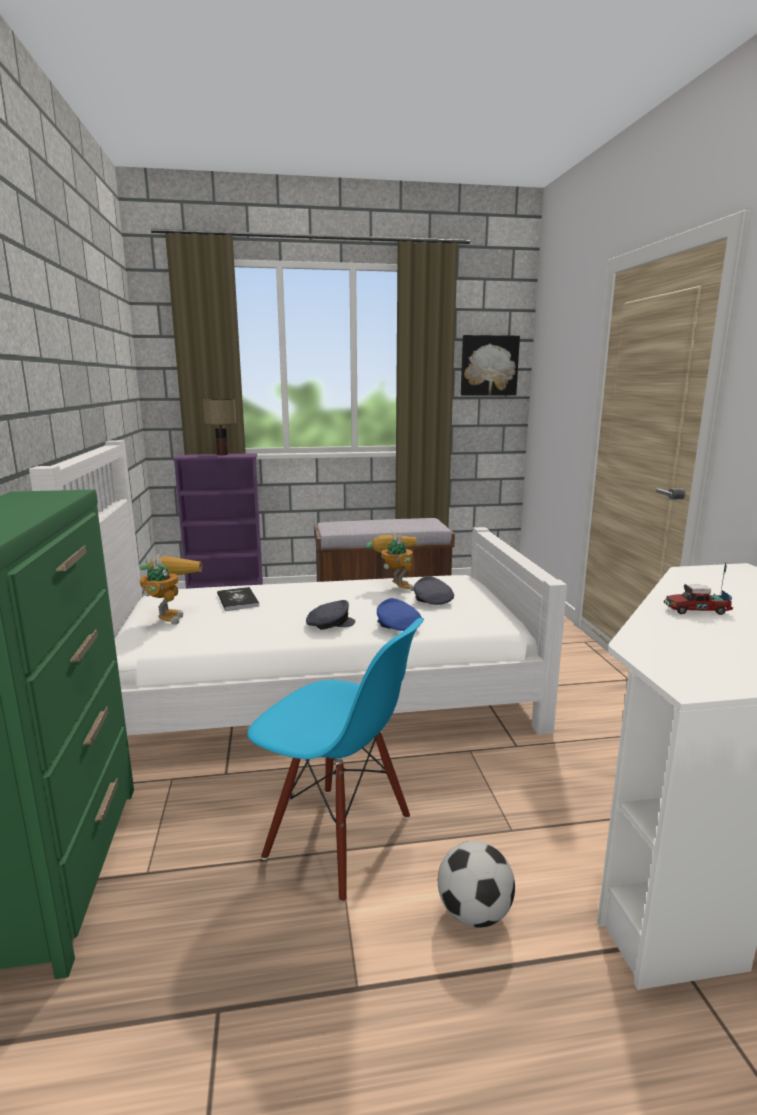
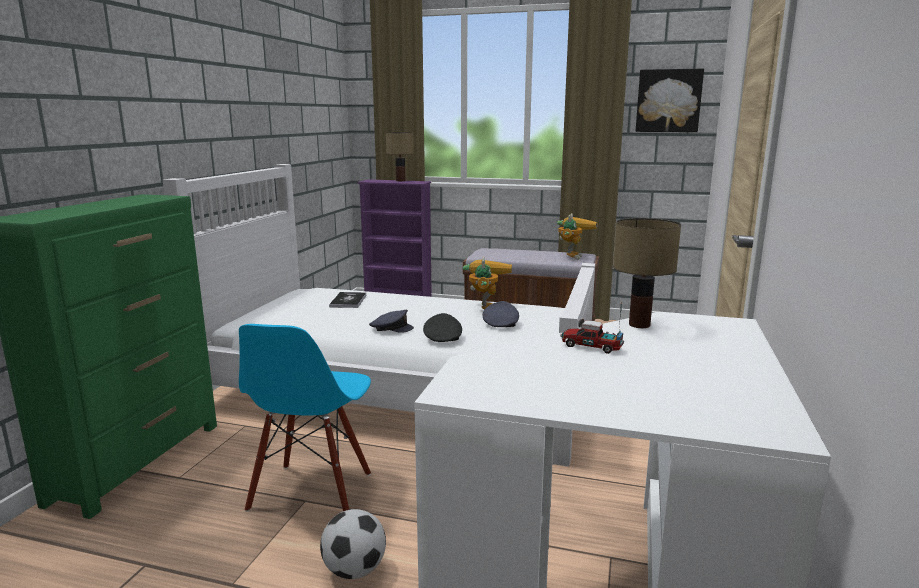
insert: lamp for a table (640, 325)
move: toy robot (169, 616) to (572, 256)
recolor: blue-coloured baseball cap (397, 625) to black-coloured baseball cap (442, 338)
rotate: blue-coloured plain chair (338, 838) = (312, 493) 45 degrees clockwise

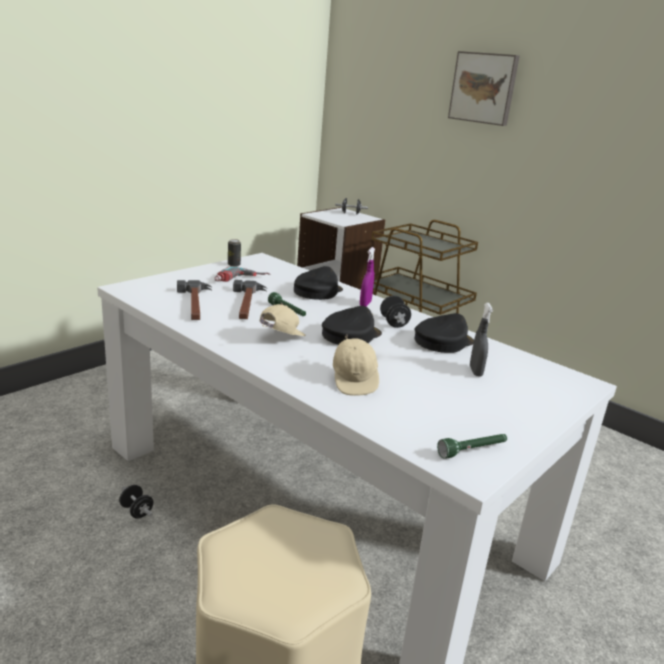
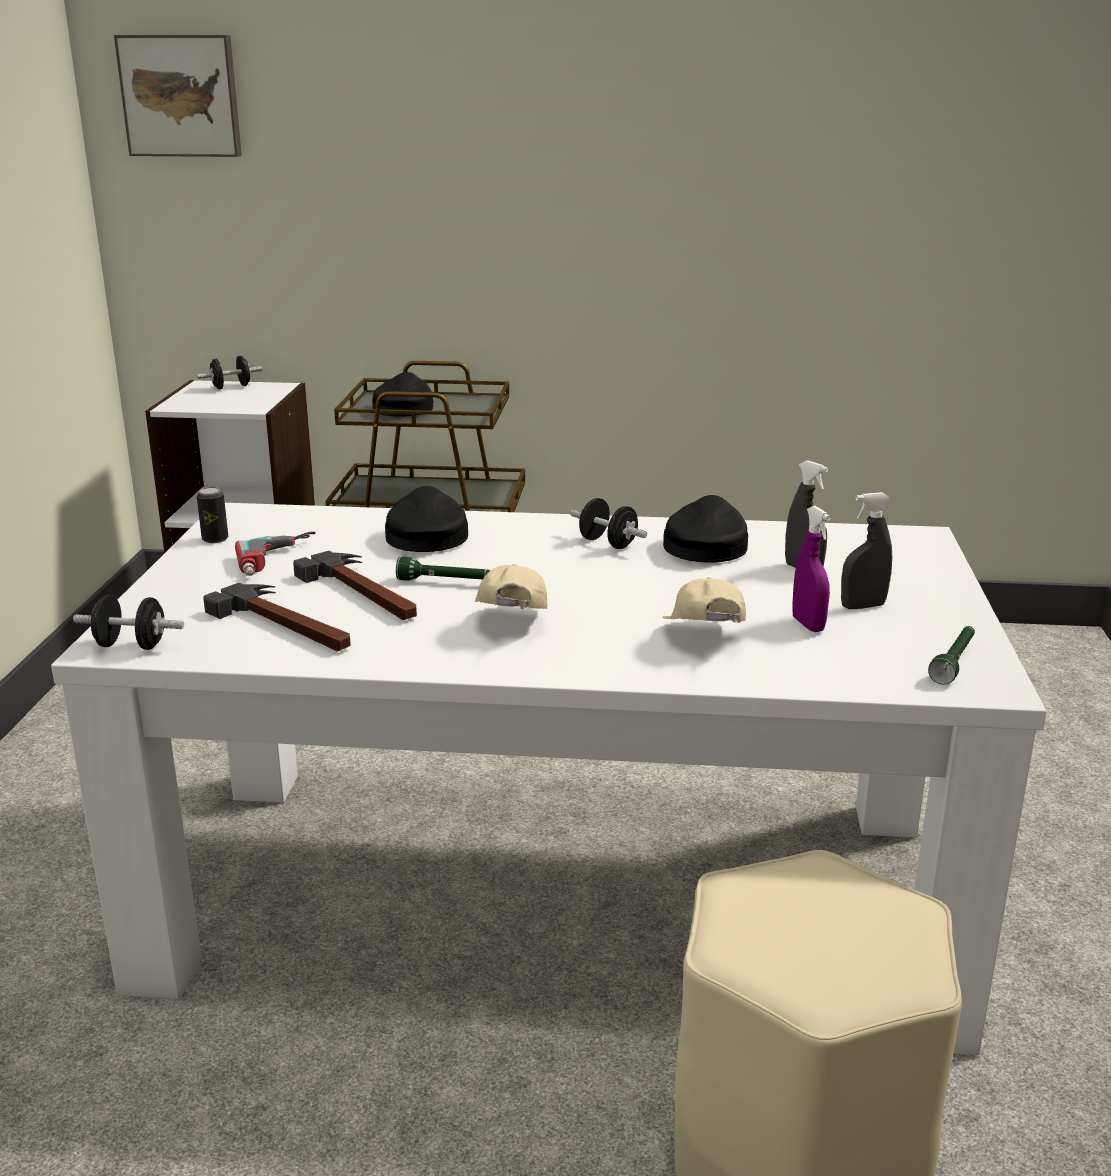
insert: grey sprayer (863, 606)
move: black-coloured free weight (136, 511) to (131, 645); black-coloured baseball cap (350, 335) to (403, 408); purplish sprayer (365, 304) to (808, 625); picture (484, 88) to (181, 96)
rotate: beige baseball cap (354, 380) = (704, 640) 150 degrees counterclockwise

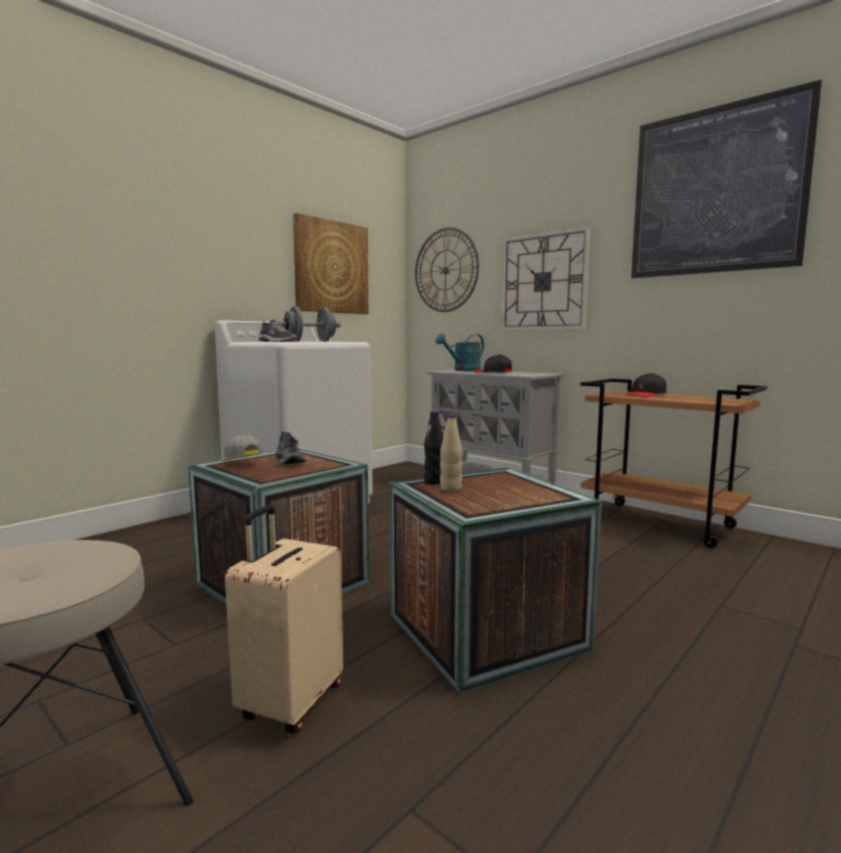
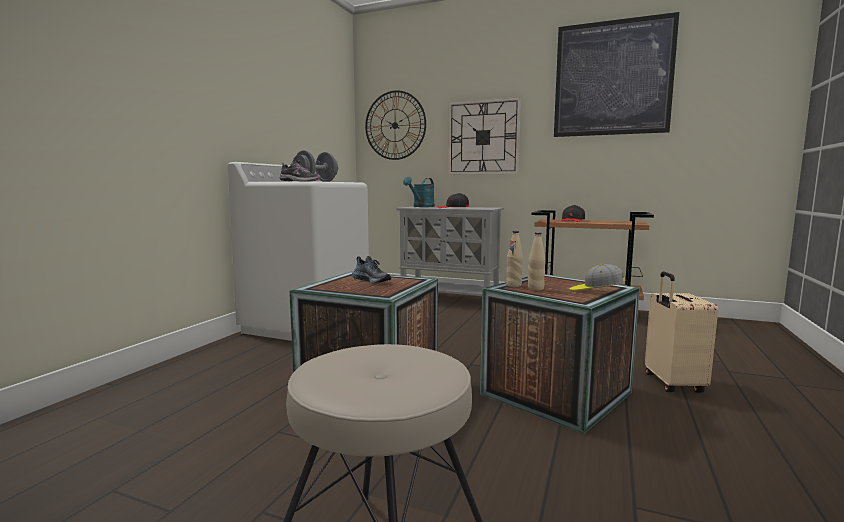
delete: picture (331, 267)
move: baseball cap (240, 464) to (596, 291); beige travel case (290, 702) to (672, 384)
recolor: black-coloured beverage bottle (434, 482) to beige beverage bottle (513, 285)

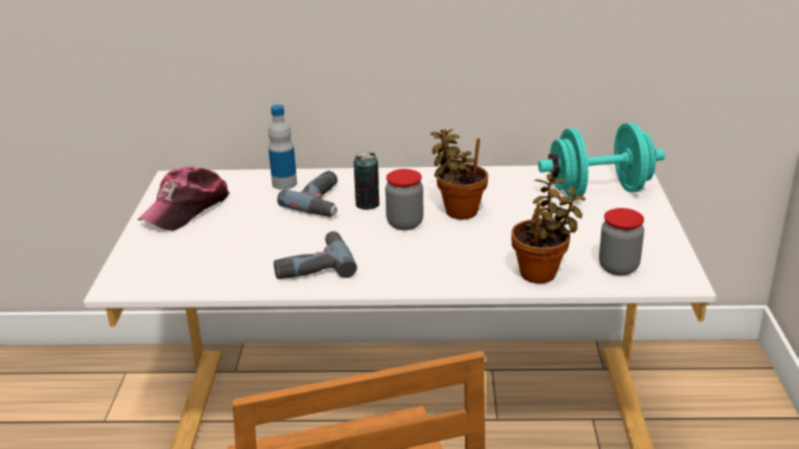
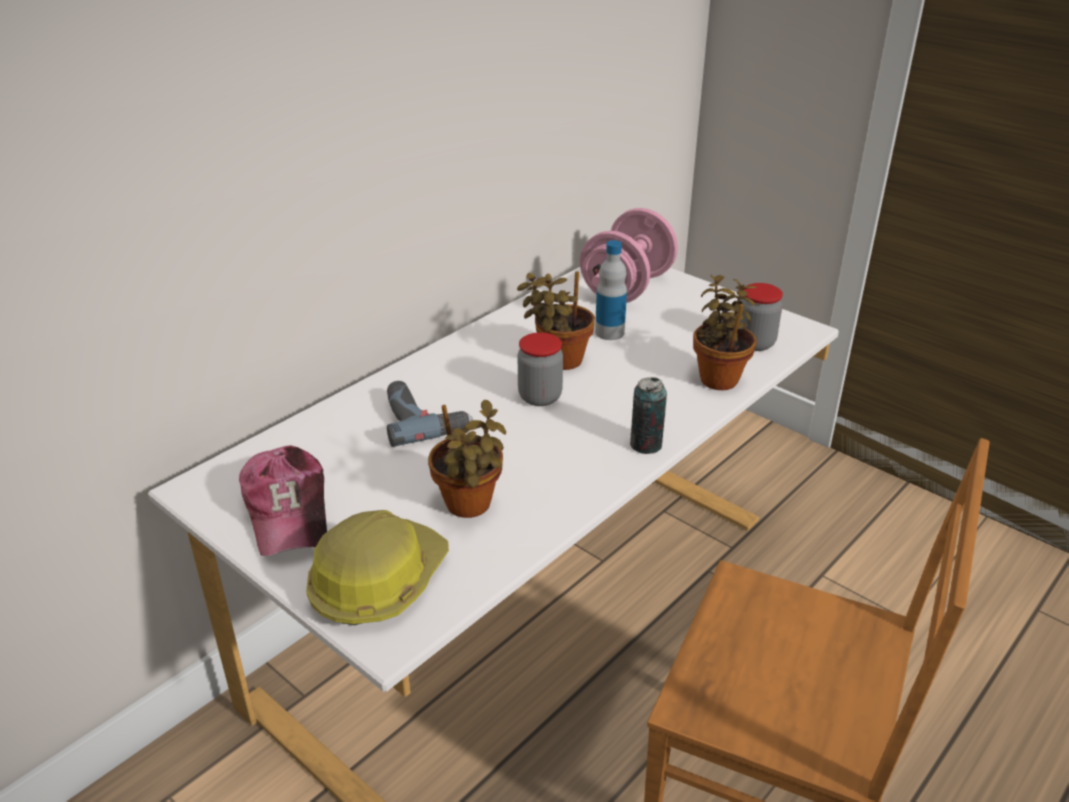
delete: drill (312, 265)
insert: hard hat (378, 582); houseplant (469, 507)
move: beverage bottle (284, 183) to (609, 332); sealed can (367, 204) to (646, 445)
recolor: turquoise-coloured free weight (598, 191) to pink-coloured free weight (627, 288)

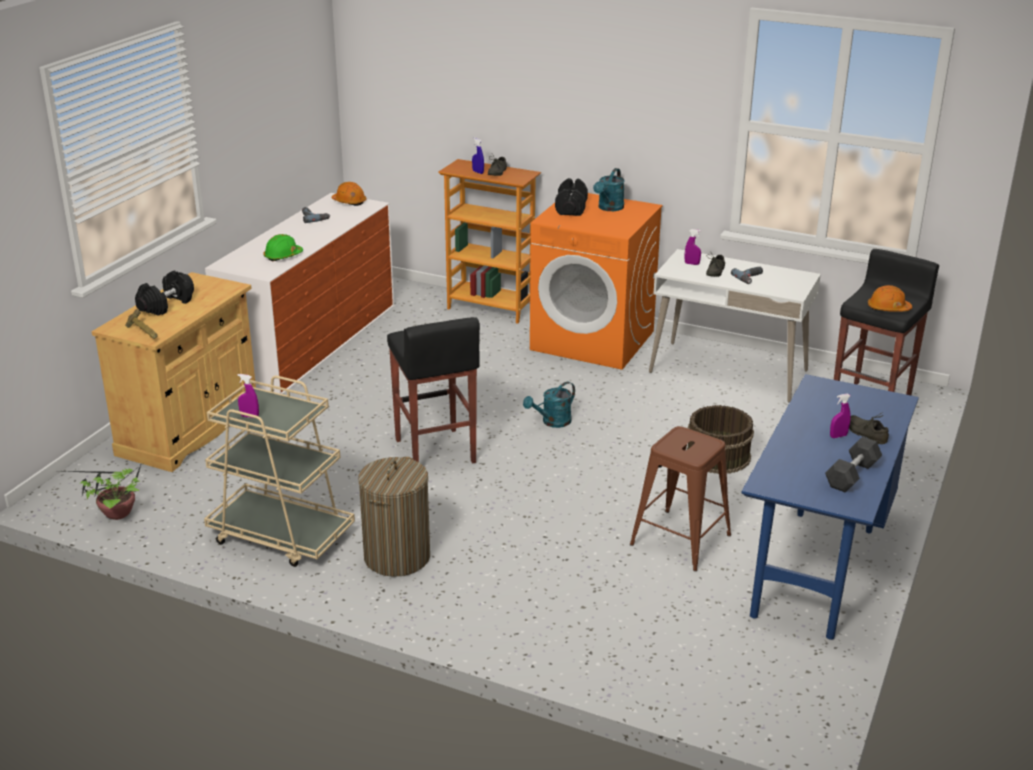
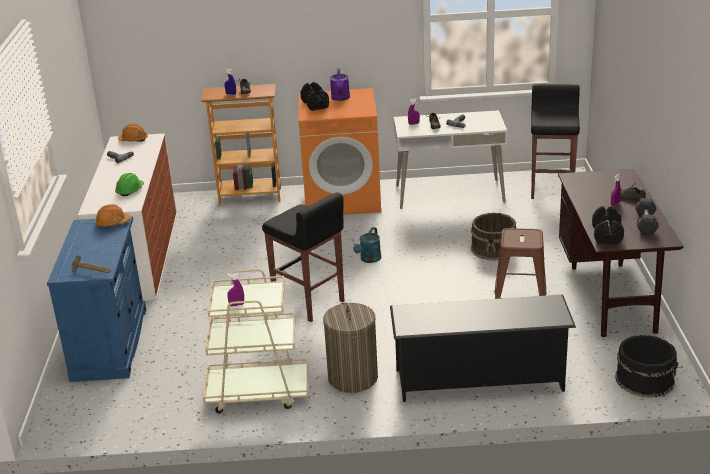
delete: houseplant (116, 514)
insert: black-coloured shoe stand (479, 380); black-coloured pail (645, 379)
move: black-coloured free weight (166, 305) to (607, 235); orange-coloured hard hat (888, 309) to (112, 223)
recolor: beige cupboard (190, 428) to blue-coloured cupboard (110, 344); turquoise-coloured sprinkling can (609, 208) to purplish sprinkling can (340, 98); blue-coloured desk unit (818, 563) to brownish desk unit (610, 293)

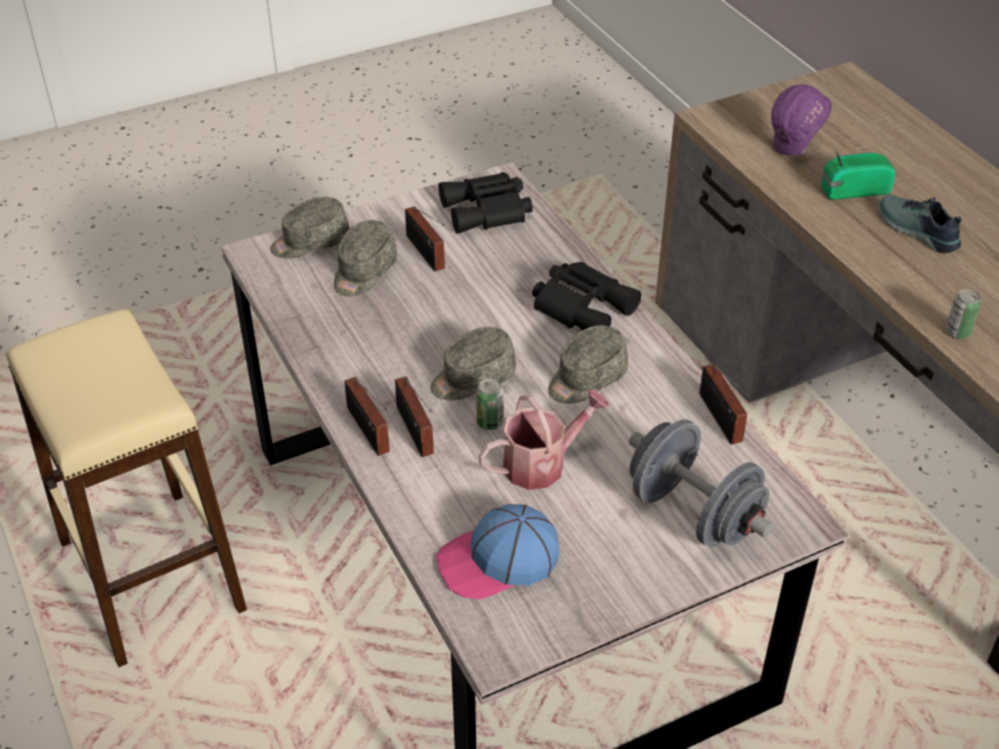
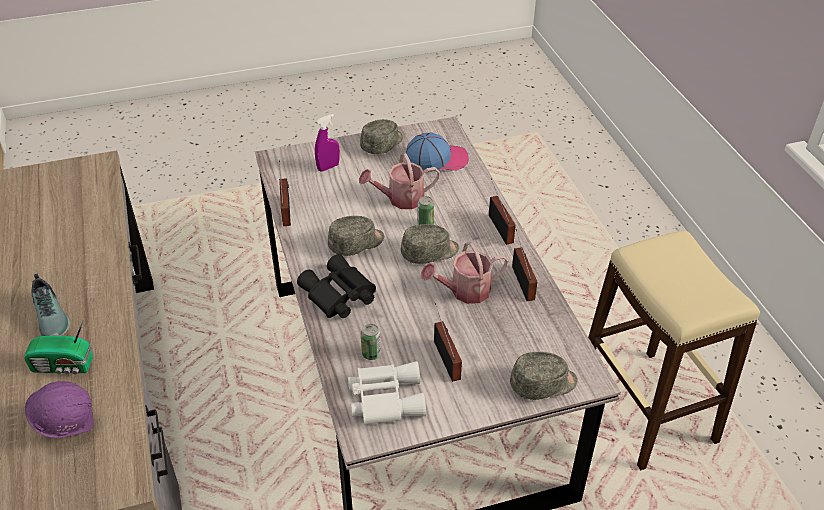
insert: sprinkling can (465, 291)
move: grey baseball cap (363, 272) to (383, 144); radio (415, 433) to (522, 281); sealed can (957, 332) to (371, 354)
replace: grey free weight (693, 513) to purplish sprayer (328, 167)
recolor: black-coloured binoculars (488, 211) to whitish binoculars (385, 397)

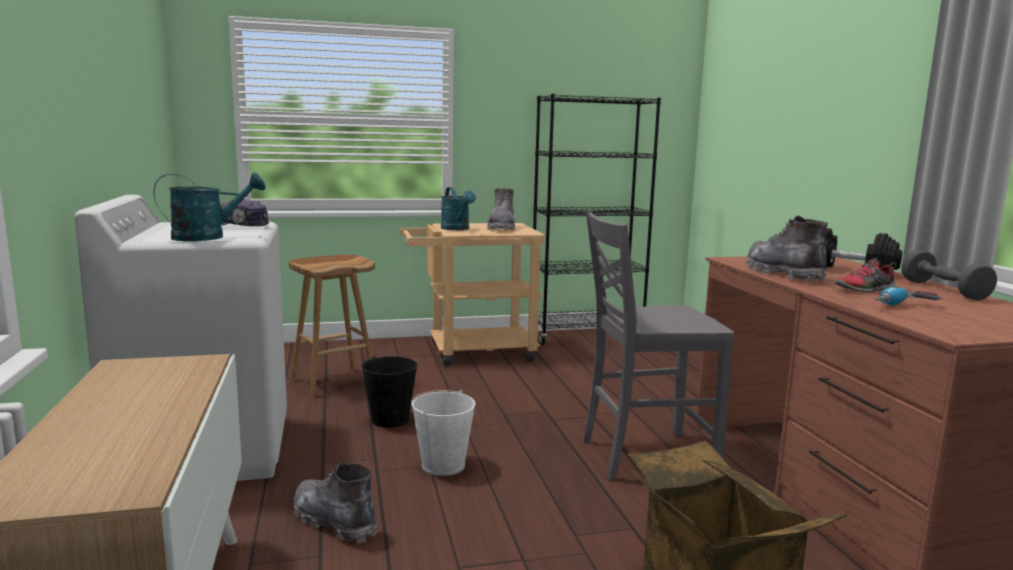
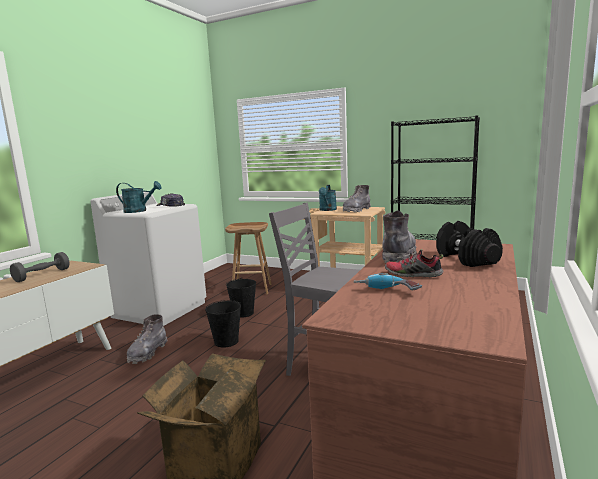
move: grey free weight (944, 290) to (42, 275)
recolor: whitish pail (443, 465) to black-coloured pail (226, 341)
rotate: grey high-top boot (334, 522) = (147, 353) 150 degrees counterclockwise

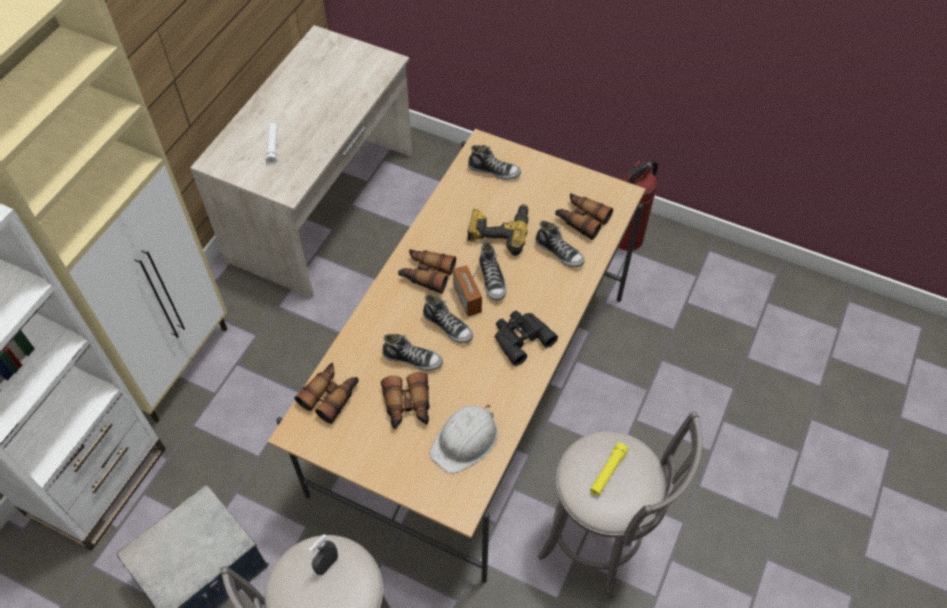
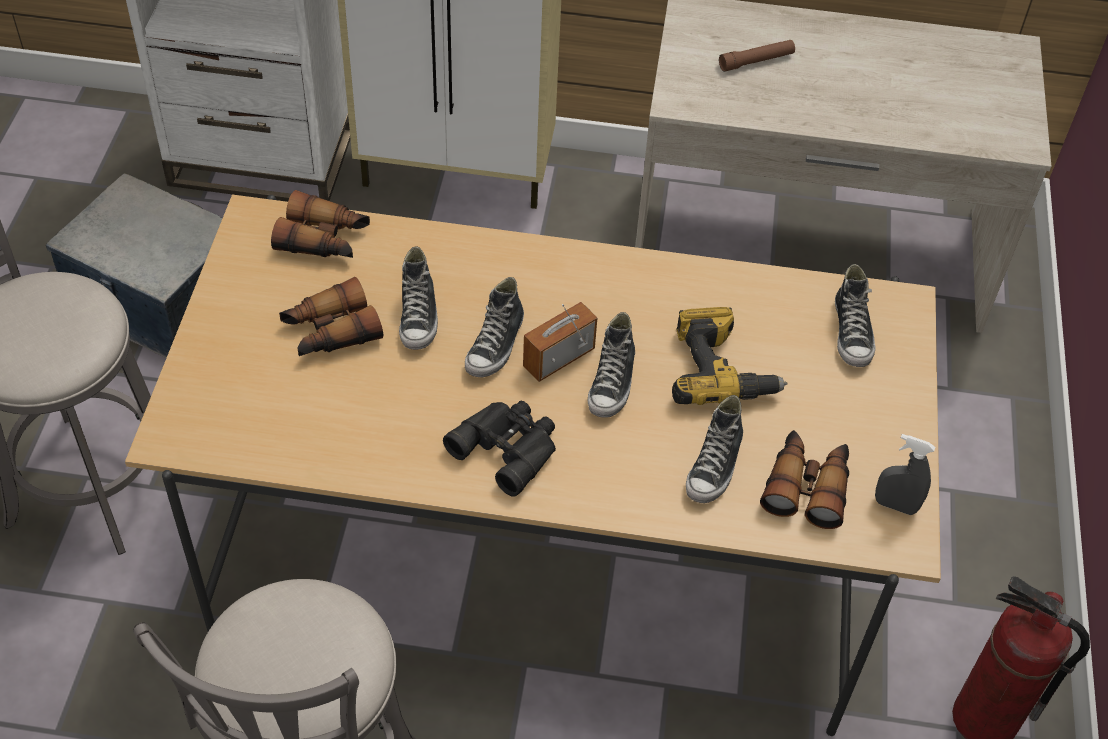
delete: binoculars (426, 274); whitish hard hat (465, 440); yellow-coloured hand torch (607, 472)
move: grey sprayer (327, 564) to (895, 505)
recolor: whitish hand torch (273, 146) to brownish hand torch (756, 61)
rotate: low shoe (492, 280) = (612, 383) 45 degrees counterclockwise

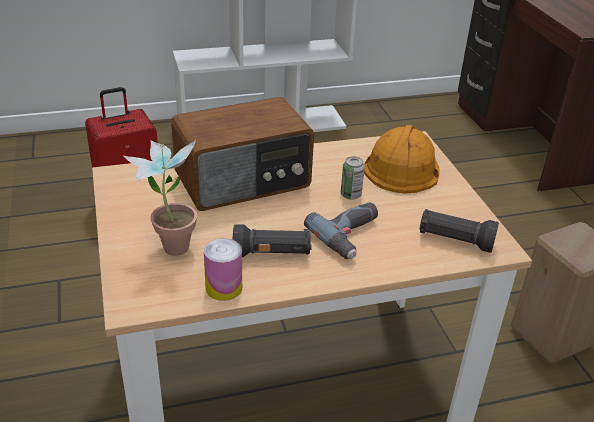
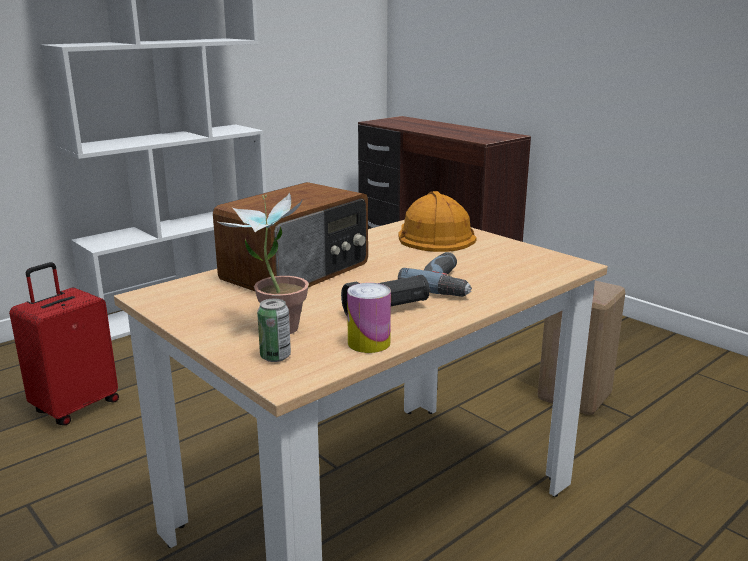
delete: black-coloured hand torch (455, 240)
move: sealed can (350, 195) to (275, 356)

